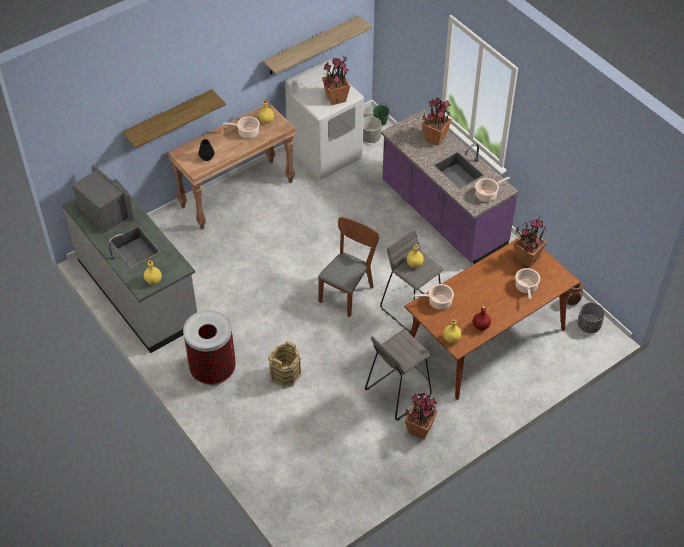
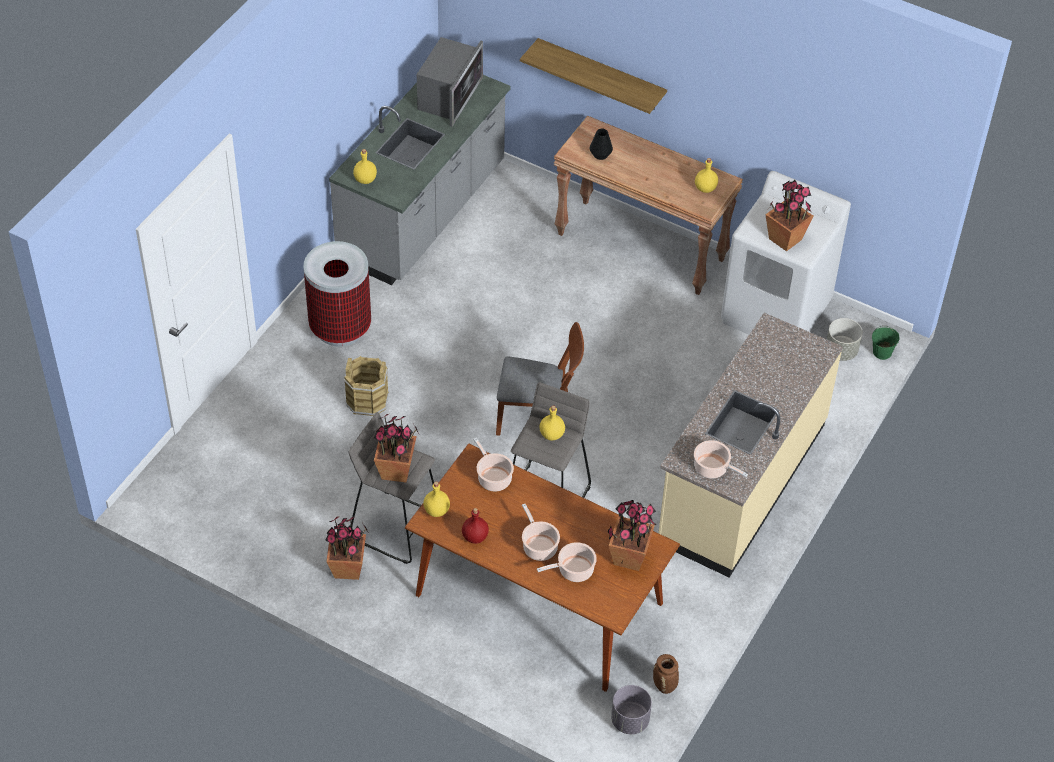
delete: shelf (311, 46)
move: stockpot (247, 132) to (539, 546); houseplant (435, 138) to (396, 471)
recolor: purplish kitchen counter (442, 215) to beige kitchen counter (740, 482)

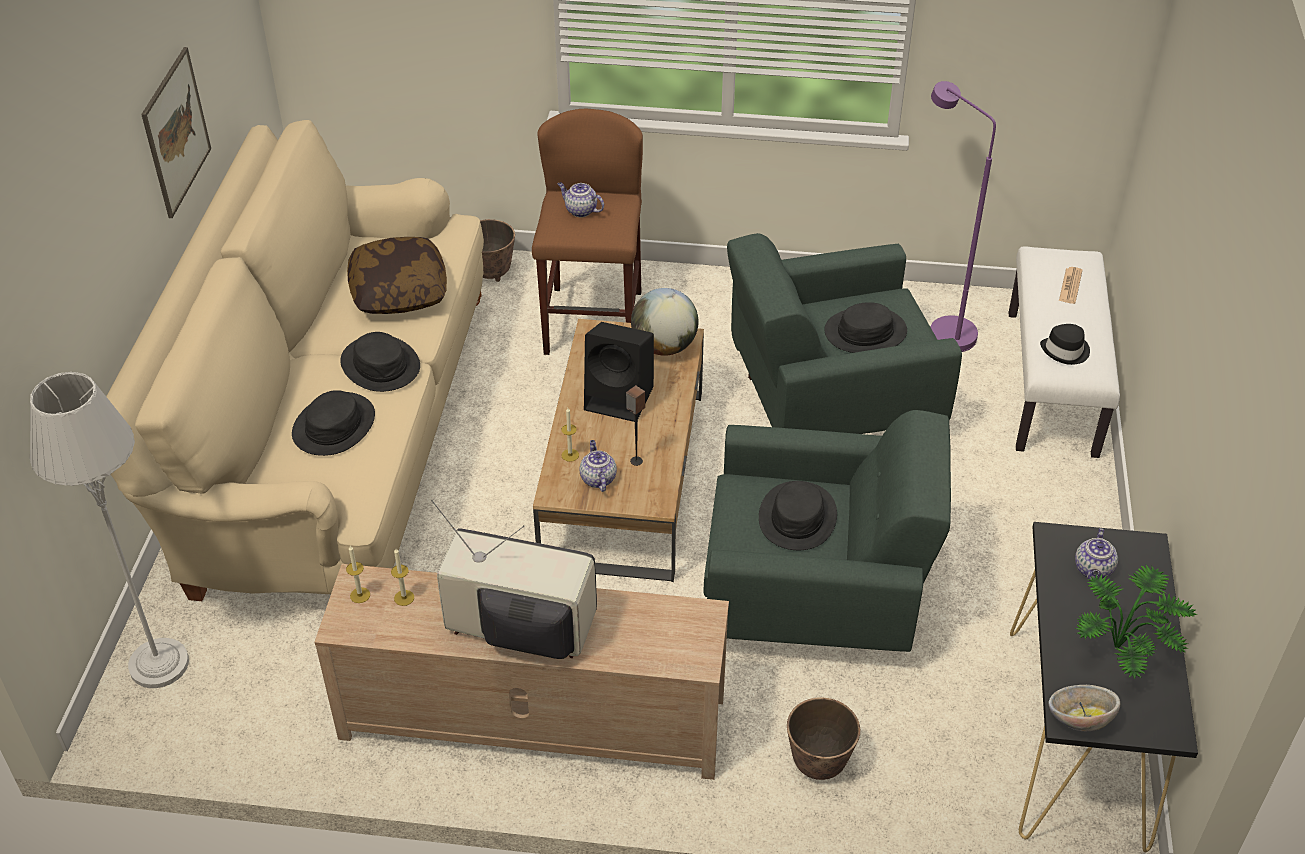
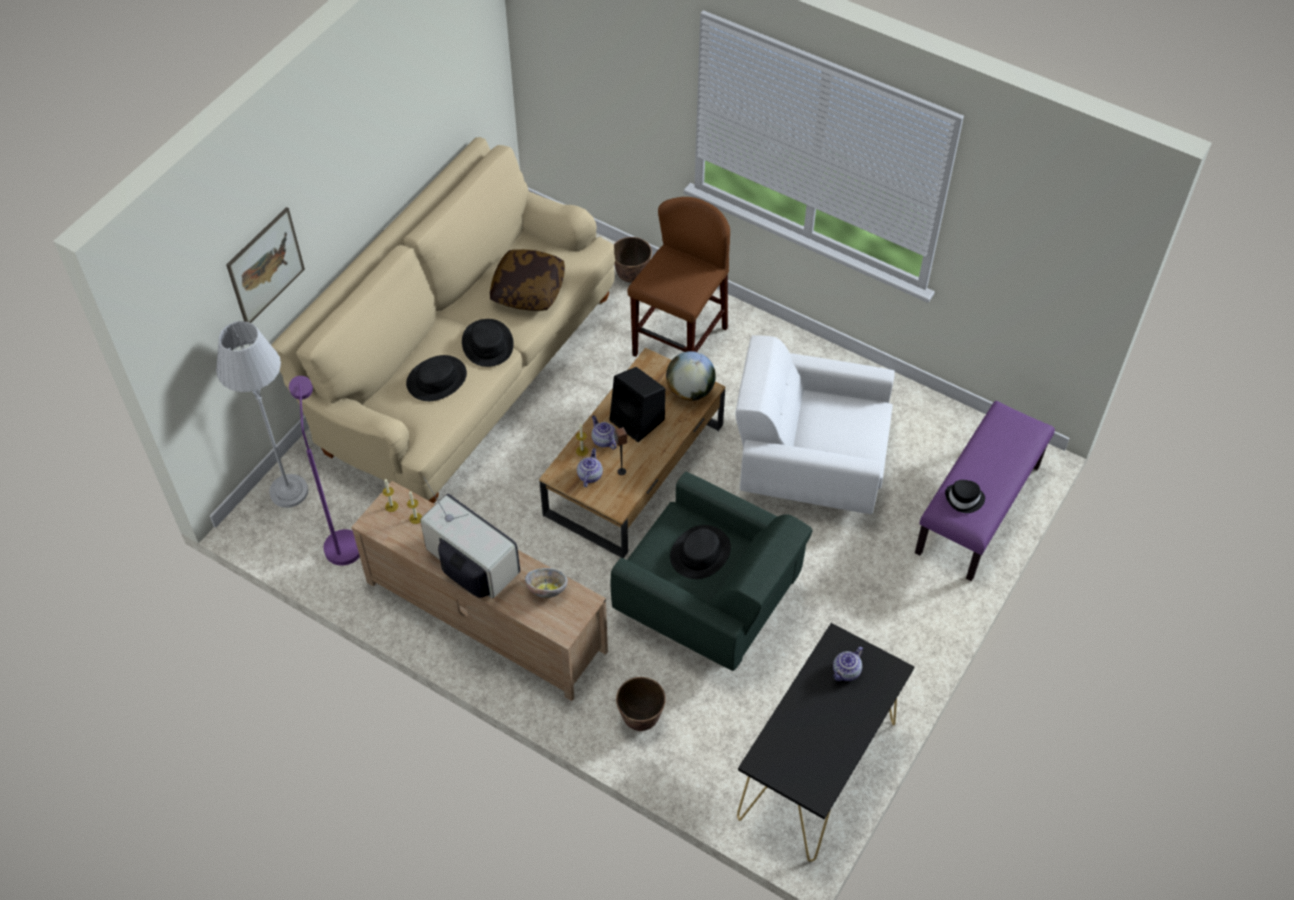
delete: black-coloured hat (865, 332); printed paper (1070, 286); houseplant (1124, 648)
move: picture (176, 132) to (265, 266); pot for tea (580, 210) to (603, 440); purplish floor lamp (942, 330) to (341, 539); serving bowl (1078, 719) to (546, 589)
recolor: green-coloured lounge chair (829, 399) to whitish lounge chair (808, 463); whitish bench (1052, 383) to purplish bench (978, 510)

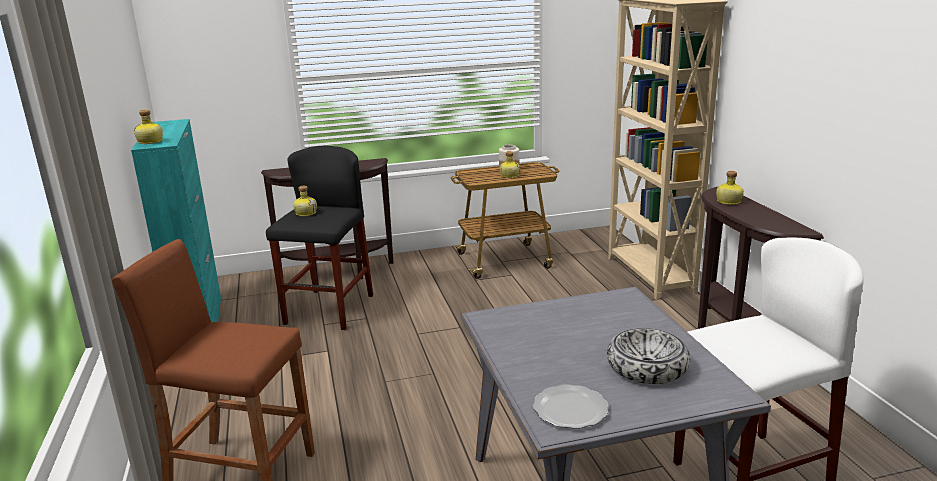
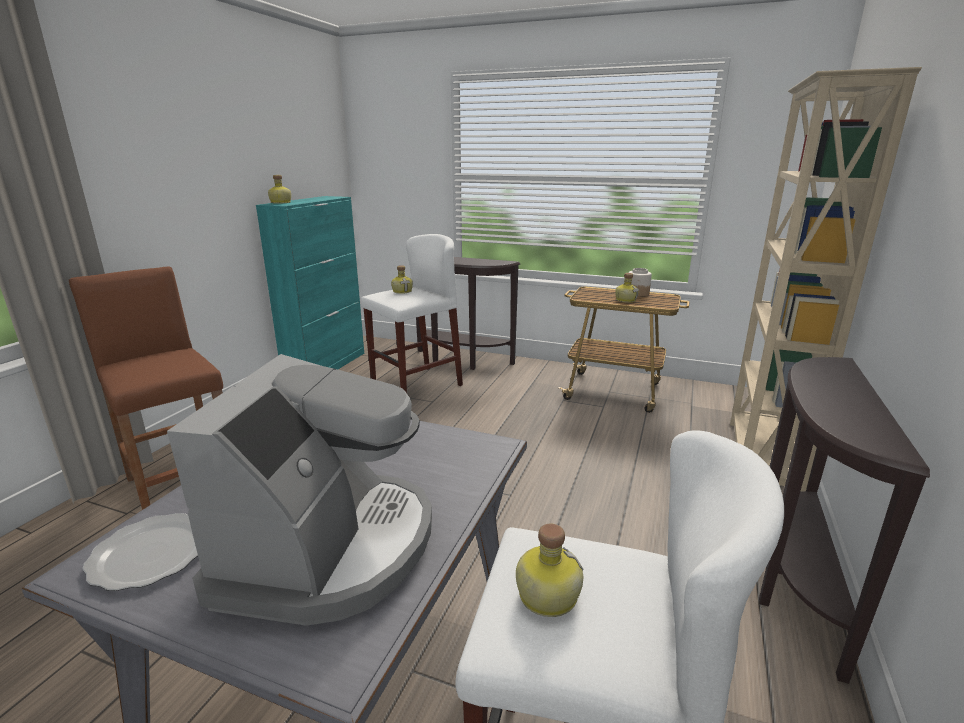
move: beverage bottle (728, 201) to (545, 595)
replace: serving bowl (646, 367) to coffee brewer (329, 547)
recolor: black-coloured stool (329, 309) to whitish stool (416, 385)

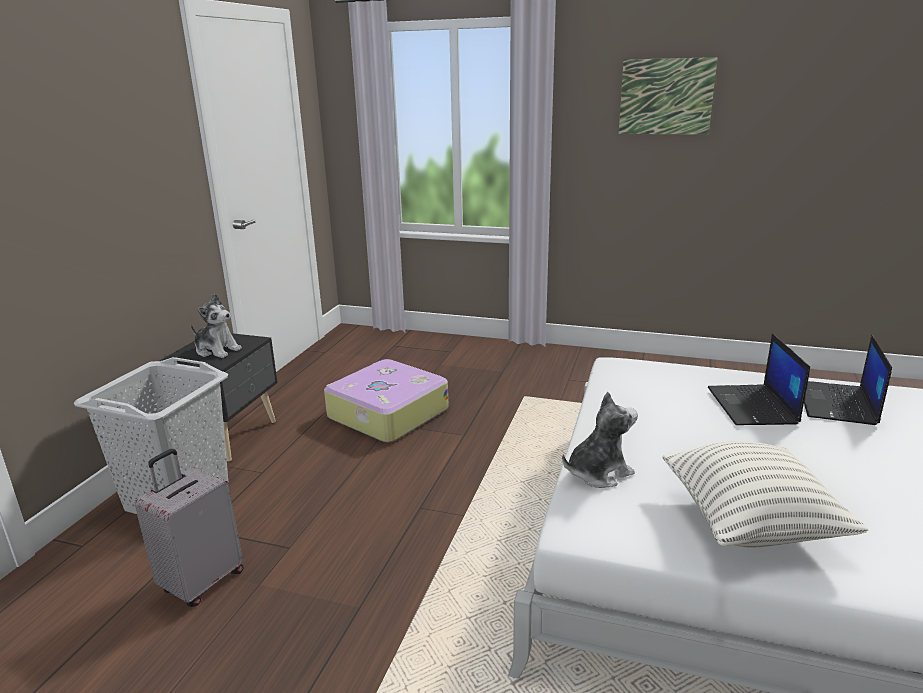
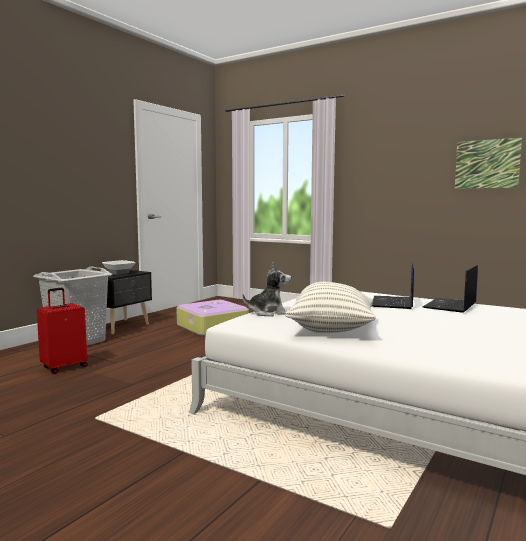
move: picture (666, 97) to (487, 164)
replace: cuddly toy (217, 350) to serving bowl (119, 273)
recolor: grey travel case (201, 582) to reddish travel case (64, 367)

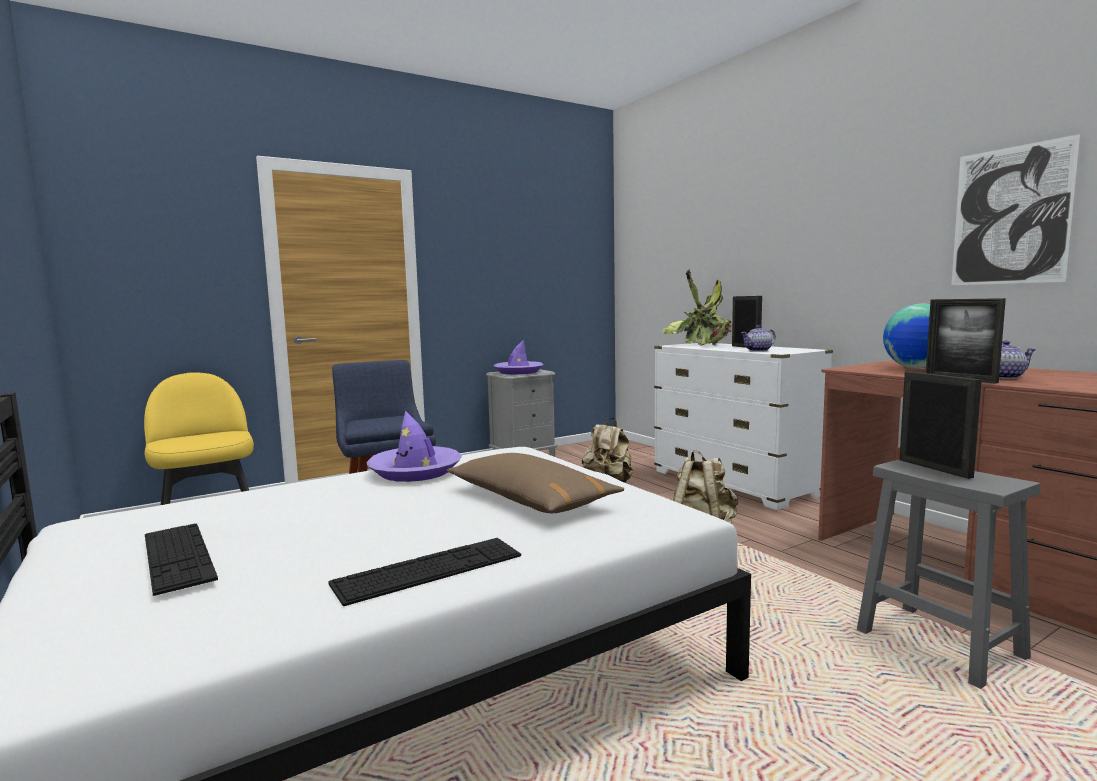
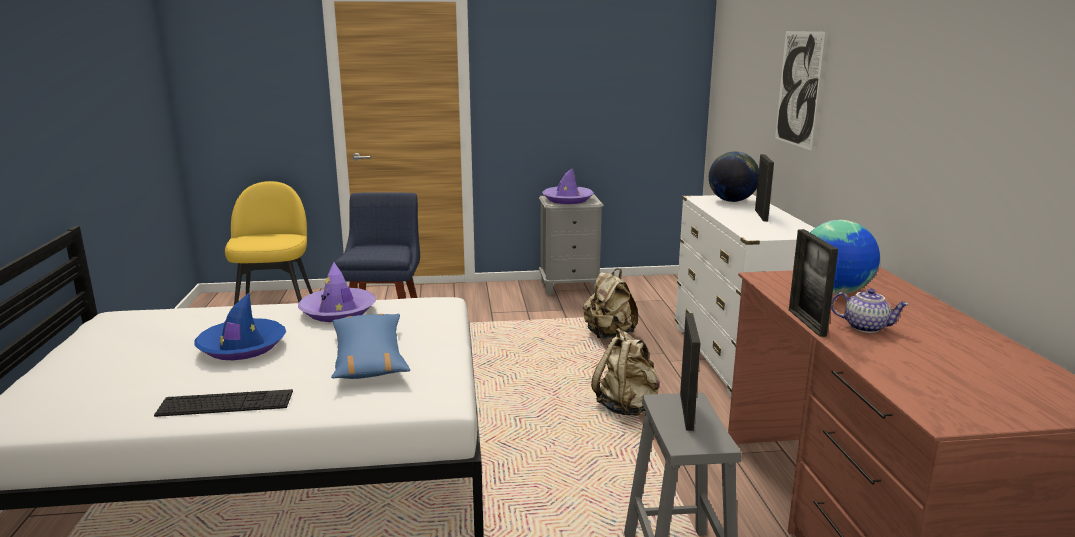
delete: PC keyboard (178, 556); pot for tea (758, 351)
insert: blue-coloured hat (242, 347)
move: picture (1010, 216) to (798, 89)
replace: houseplant (700, 345) to world globe (731, 201)
recolor: brownish pillow (529, 499) to blue-coloured pillow (369, 358)

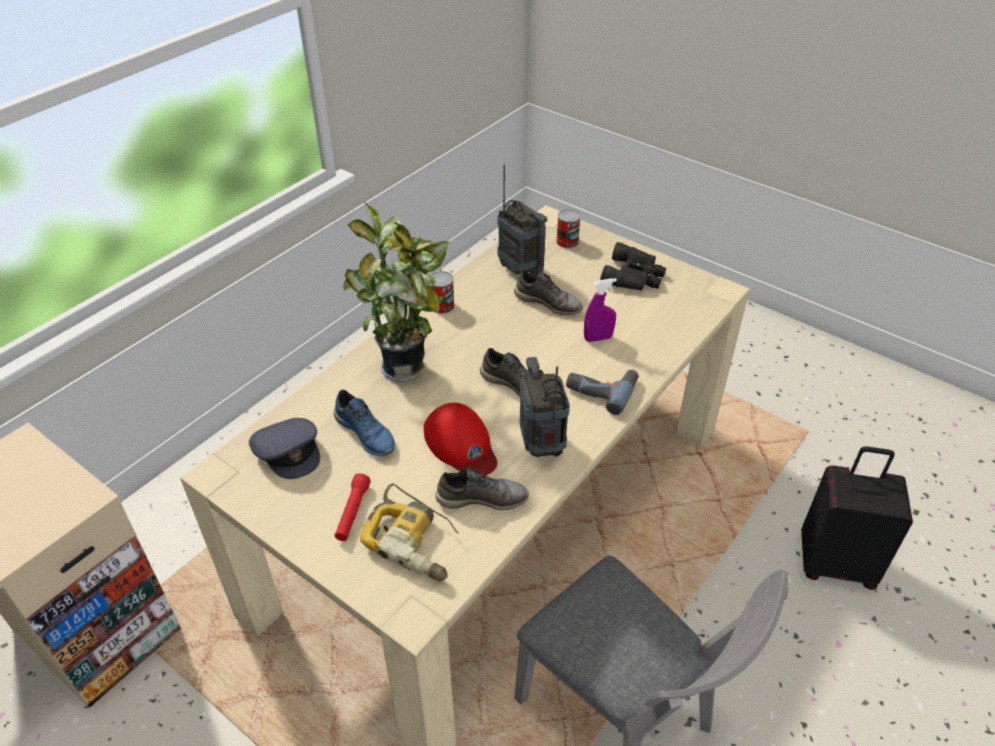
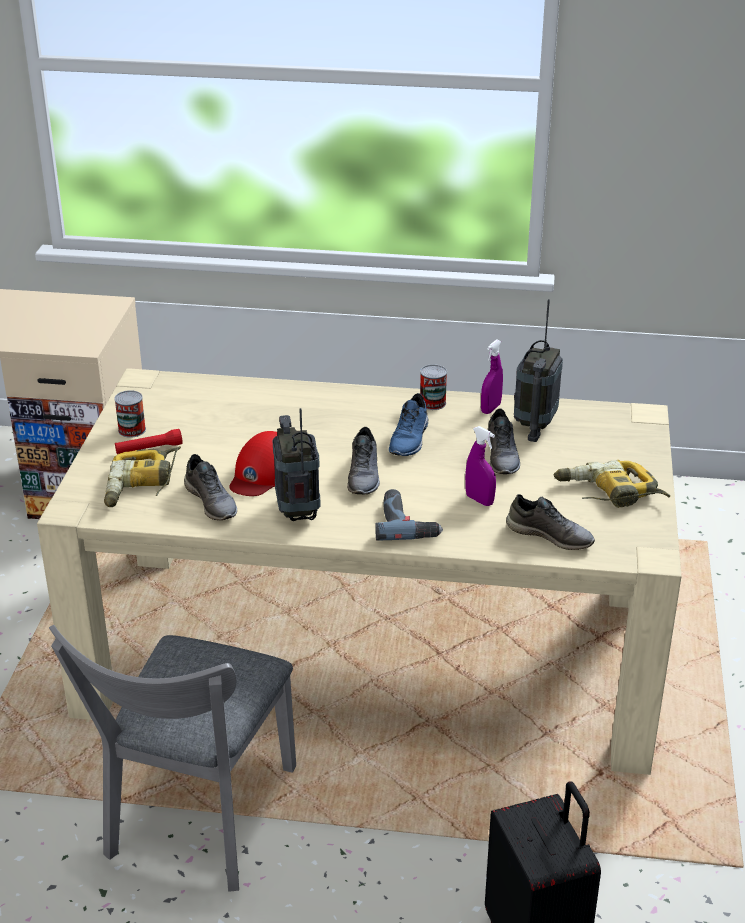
delete: grey baseball cap (288, 451); houseplant (409, 368)
insert: purplish sprayer (490, 408); grey low shoe (550, 535)
move: blue-coloured low shoe (366, 433) to (410, 439); sealed can (567, 241) to (132, 430)
replace: black-coloured binoculars (634, 276) to drill (609, 494)
rotate: radio (542, 446) = (298, 513) 60 degrees counterclockwise

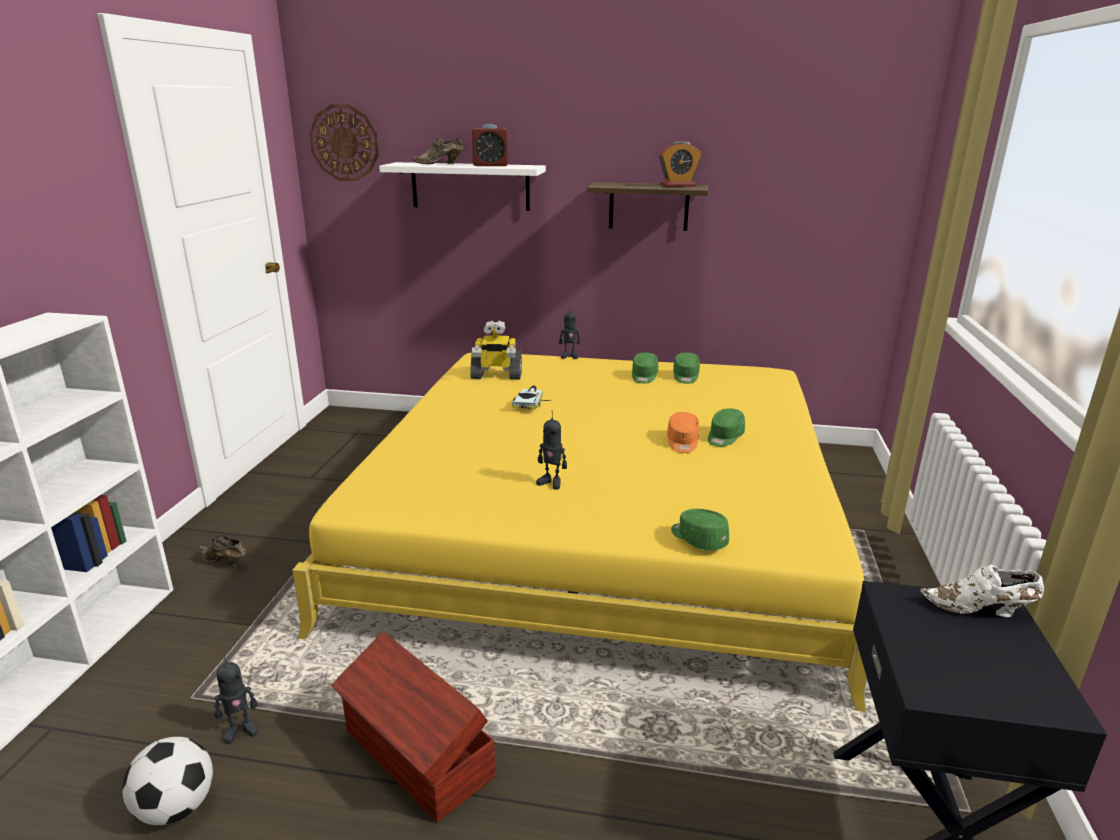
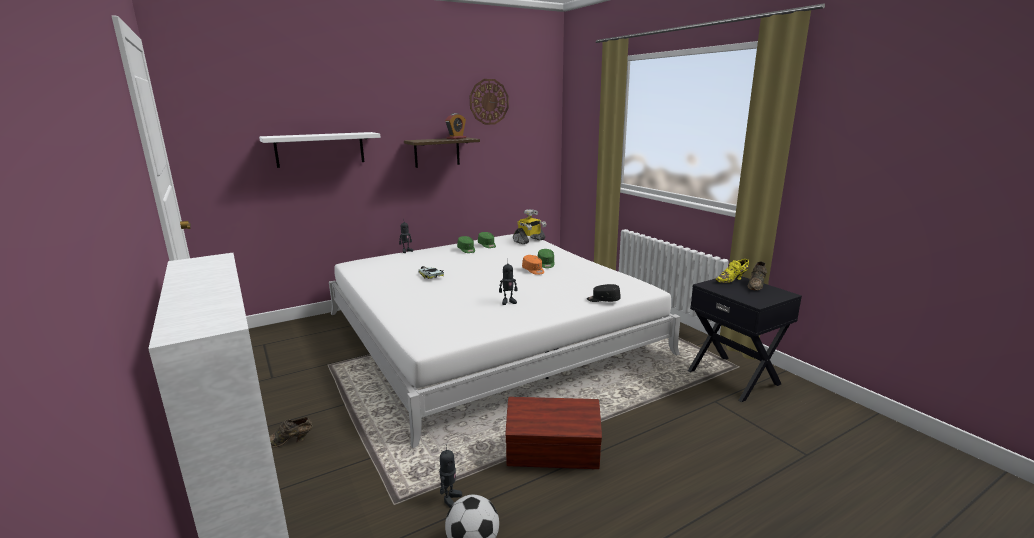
delete: table clock (490, 165)
move: hanging clock (344, 143) to (489, 102); brownish low shoe (440, 163) to (756, 285); toy robot (496, 375) to (529, 240)
recolor: yellow-coloured sleeping bed (600, 520) to whitish sleeping bed (488, 333); green-coloured baseball cap (698, 539) to black-coloured baseball cap (603, 300); whitish low shoe (980, 610) to yellow-coloured low shoe (732, 280)

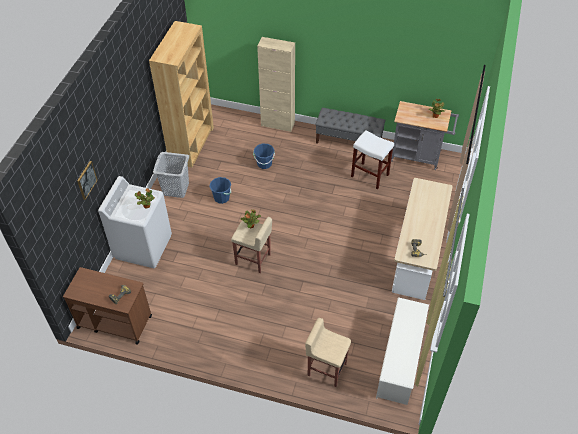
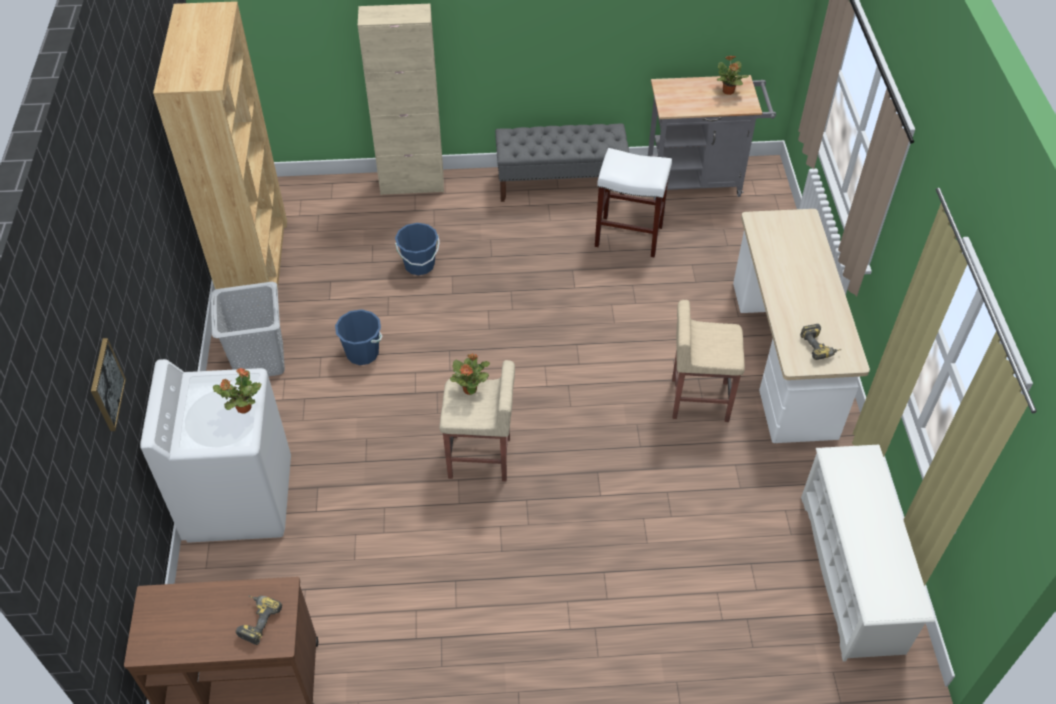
move: beige stool (326, 369) to (698, 400)

